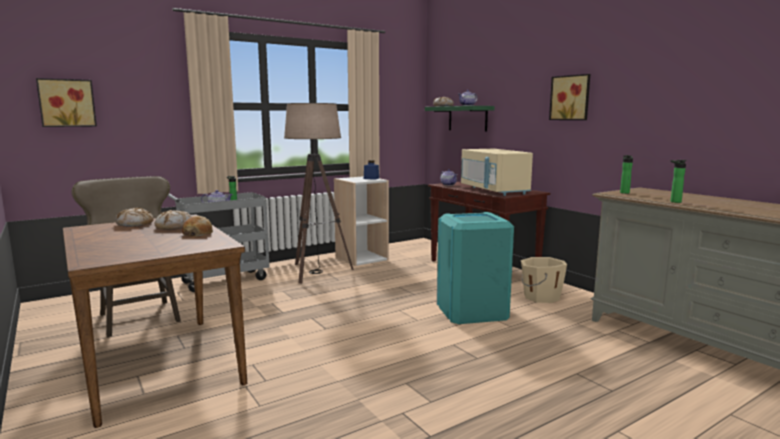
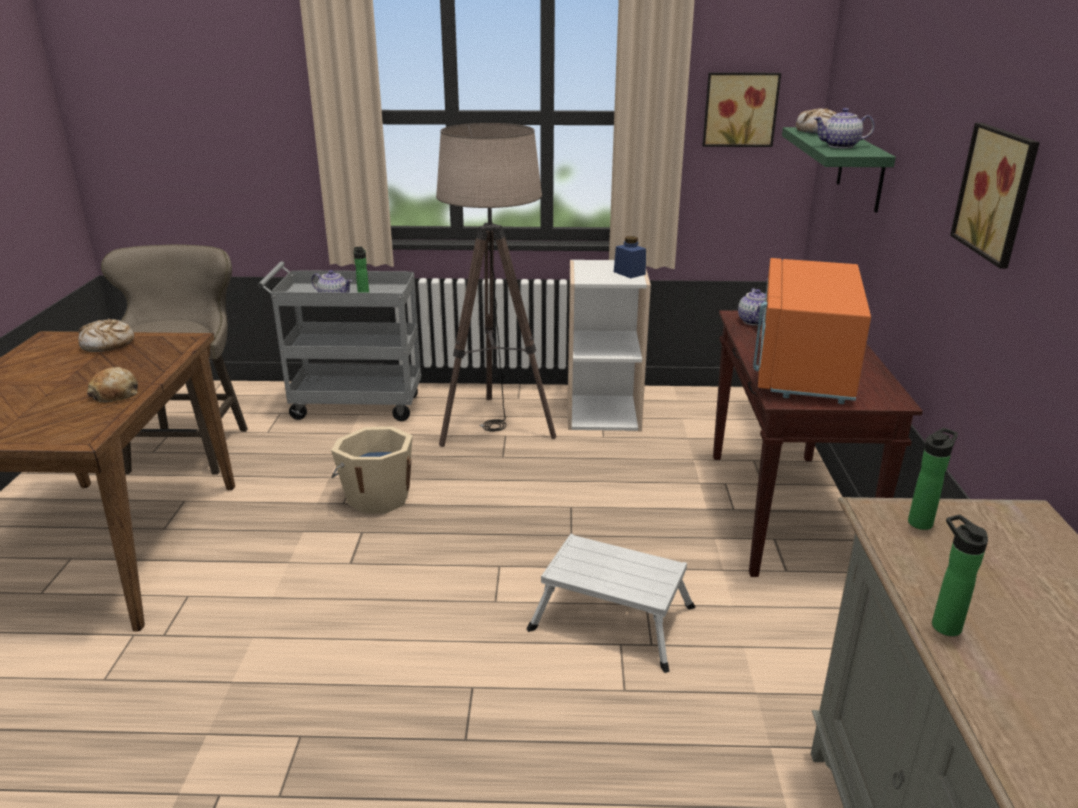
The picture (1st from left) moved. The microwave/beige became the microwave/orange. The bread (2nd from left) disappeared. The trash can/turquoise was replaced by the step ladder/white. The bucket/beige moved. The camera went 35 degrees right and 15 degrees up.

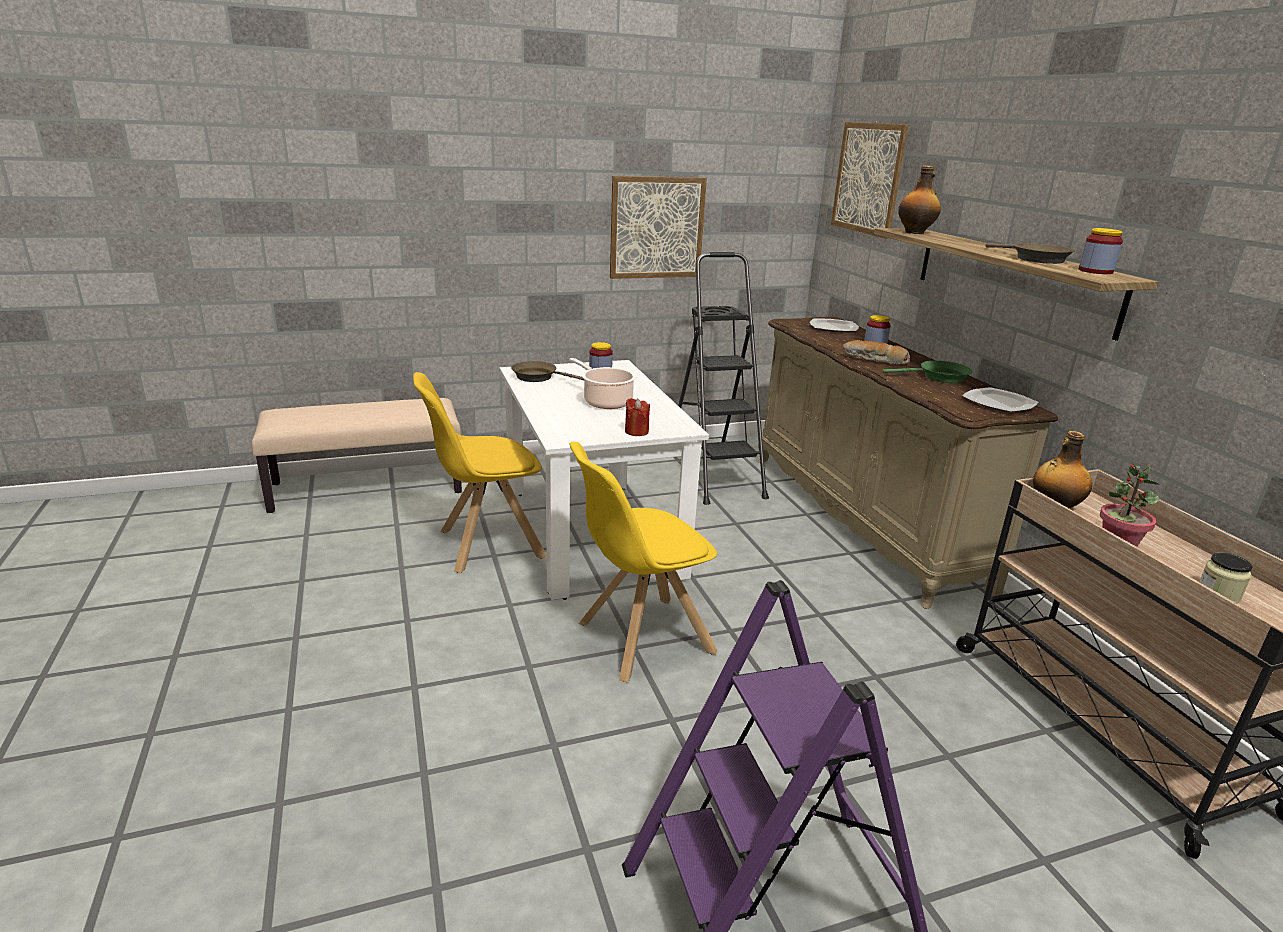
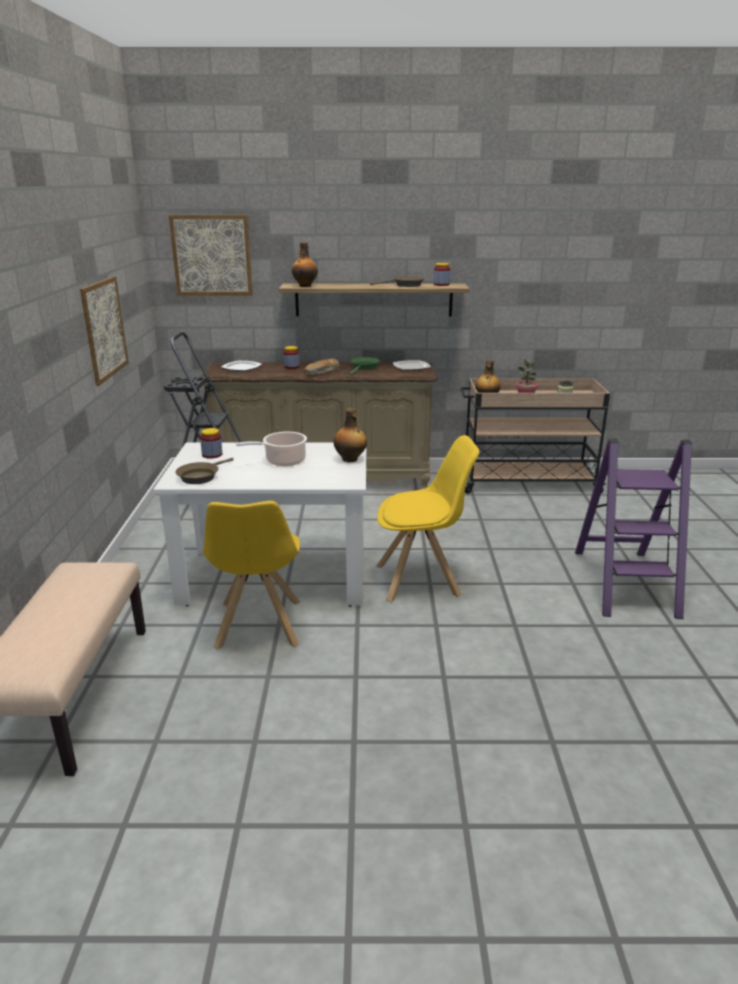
The candle/red was replaced by the bottle (2nd from left). The chair/yellow (2nd from left) turned 90 degrees counterclockwise. The camera went 70 degrees left and 0 degrees up.

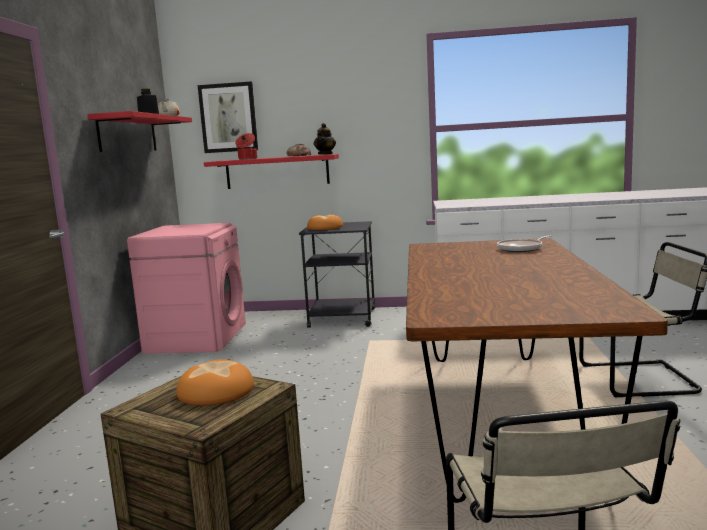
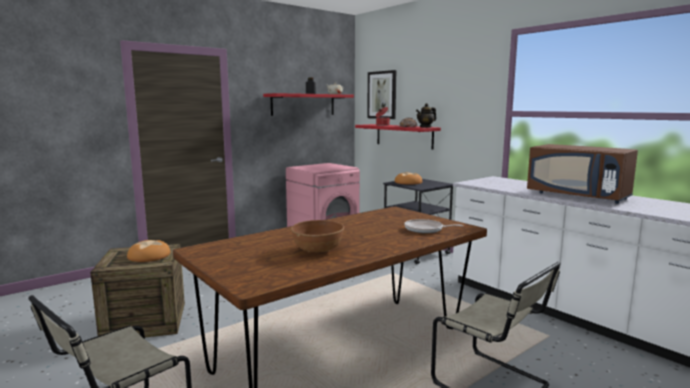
The microwave/brown appeared. The bowl/brown appeared. The camera went 45 degrees right and 0 degrees up.

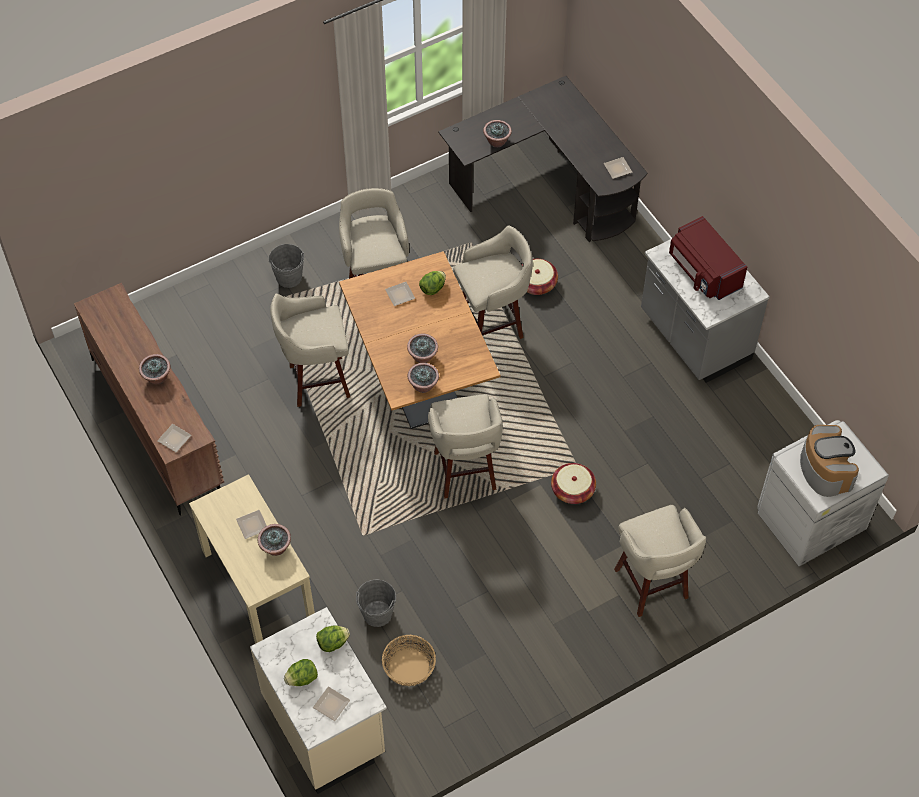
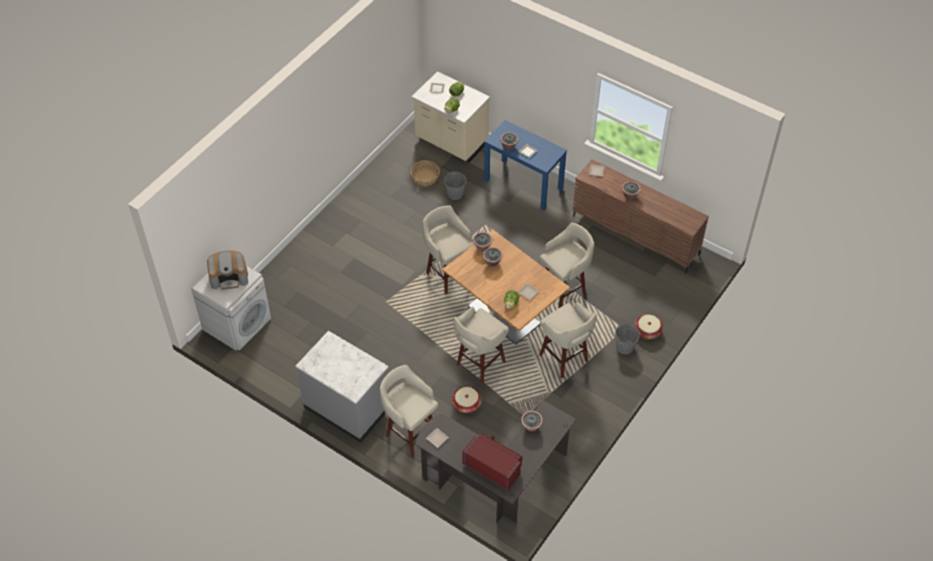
The microwave/red moved. The coffee machine turned 60 degrees counterclockwise. The basket (3rd from left) moved. The console table/beige became the console table/blue. The stool/beige (5th from left in the first image) moved. The camera went 155 degrees right and 5 degrees down.

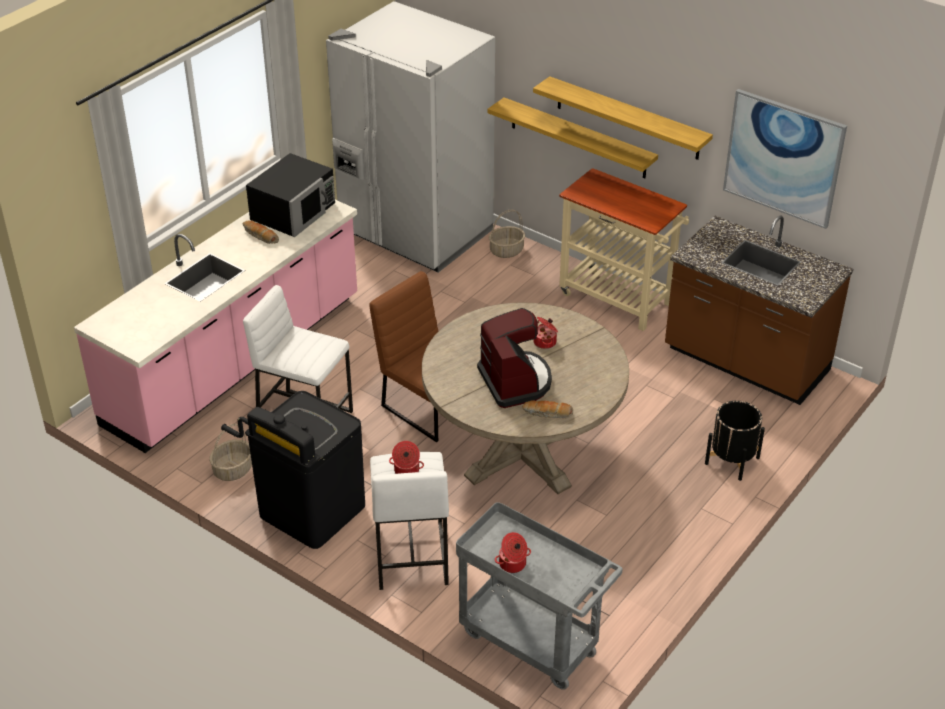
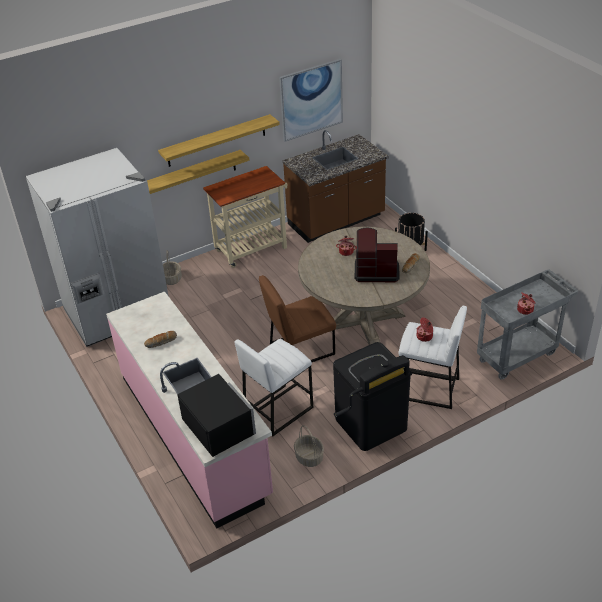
The microwave/black moved. The camera went 65 degrees left and 0 degrees up.

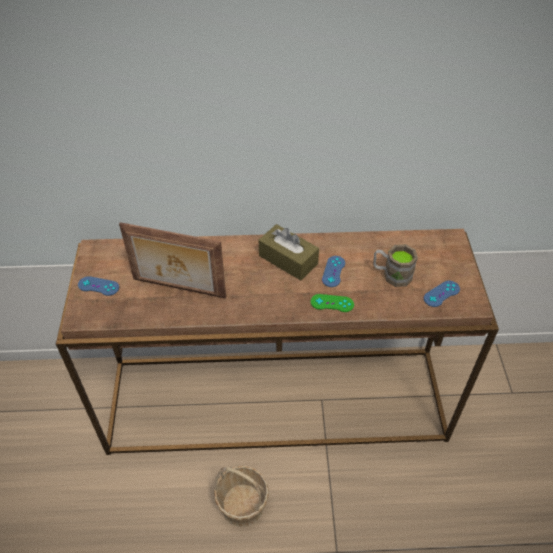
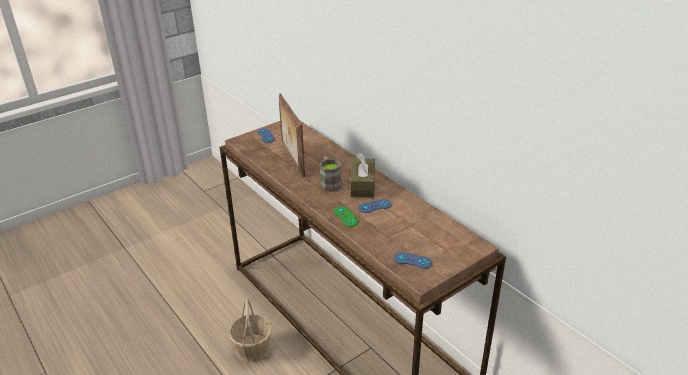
The mug/brown moved. The camera went 55 degrees right and 15 degrees down.

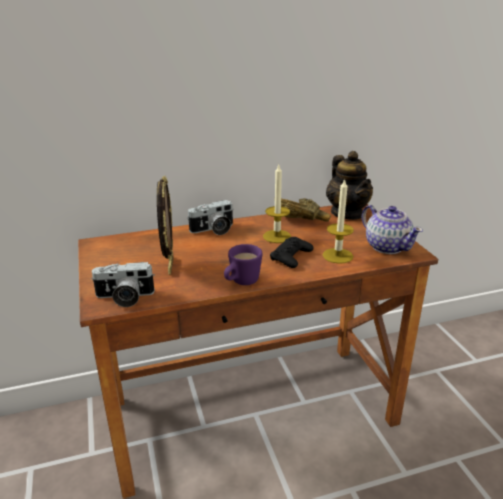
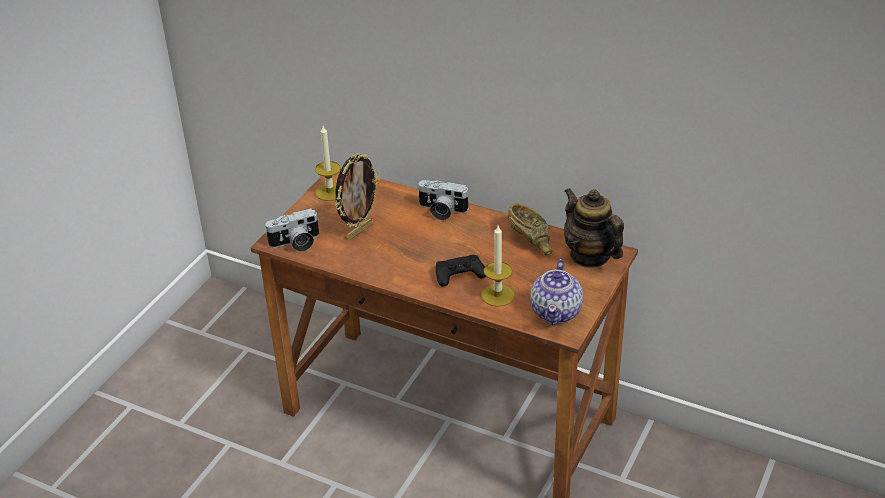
The teapot (1st from left in the first image) turned 120 degrees clockwise. The candle (1st from left) moved. The mug/purple disappeared. The photo camera (1st from left) turned 60 degrees counterclockwise. The camera went 45 degrees right and 10 degrees up.

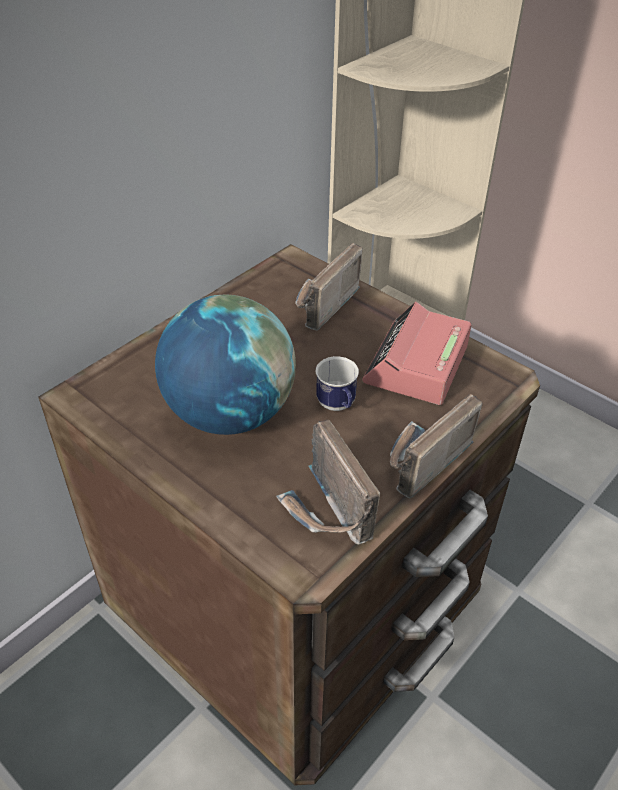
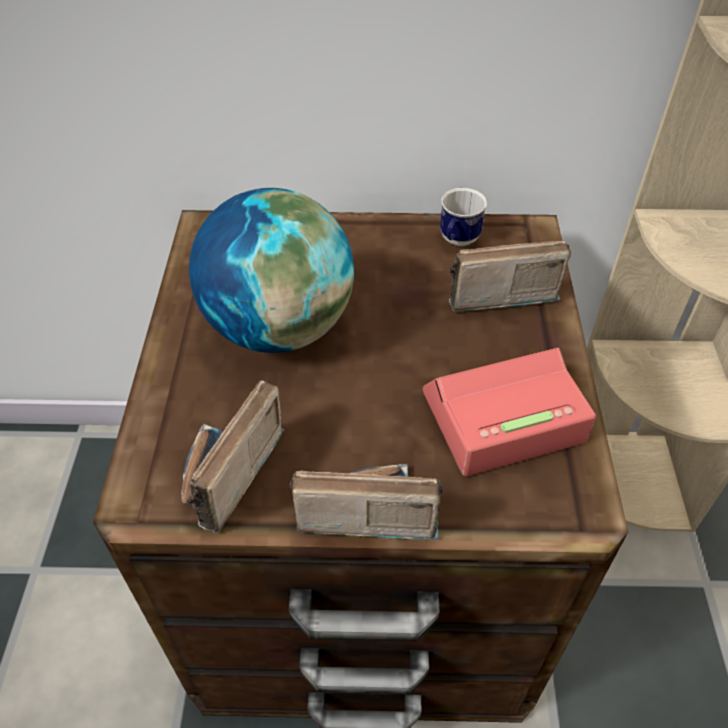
The mug moved. The camera went 50 degrees right and 5 degrees up.

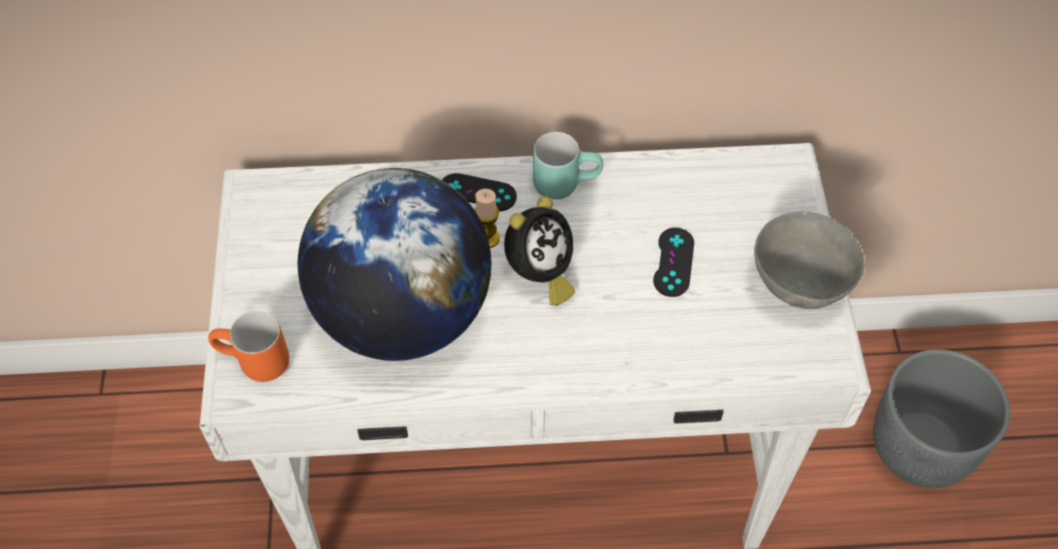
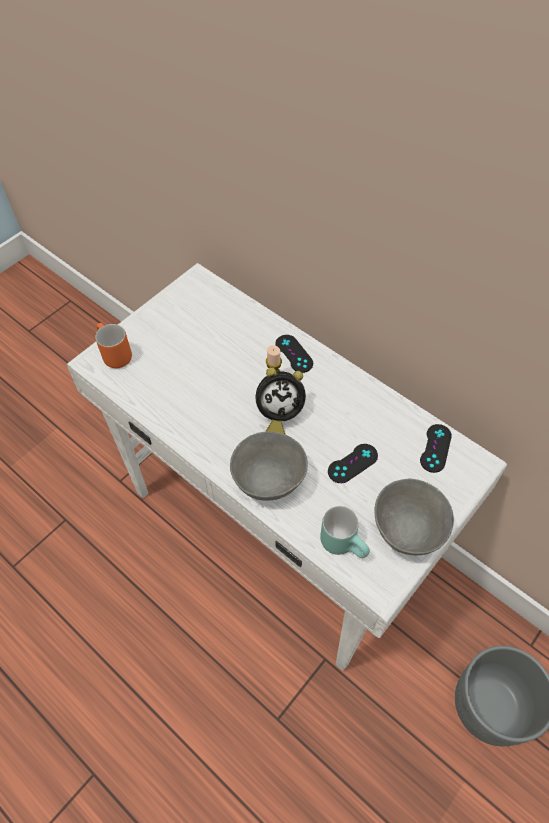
The mug/turquoise moved. The globe disappeared. The game controller/black (3rd from left) appeared. The bowl/grey (1st from left) appeared. The camera went 45 degrees right and 0 degrees up.

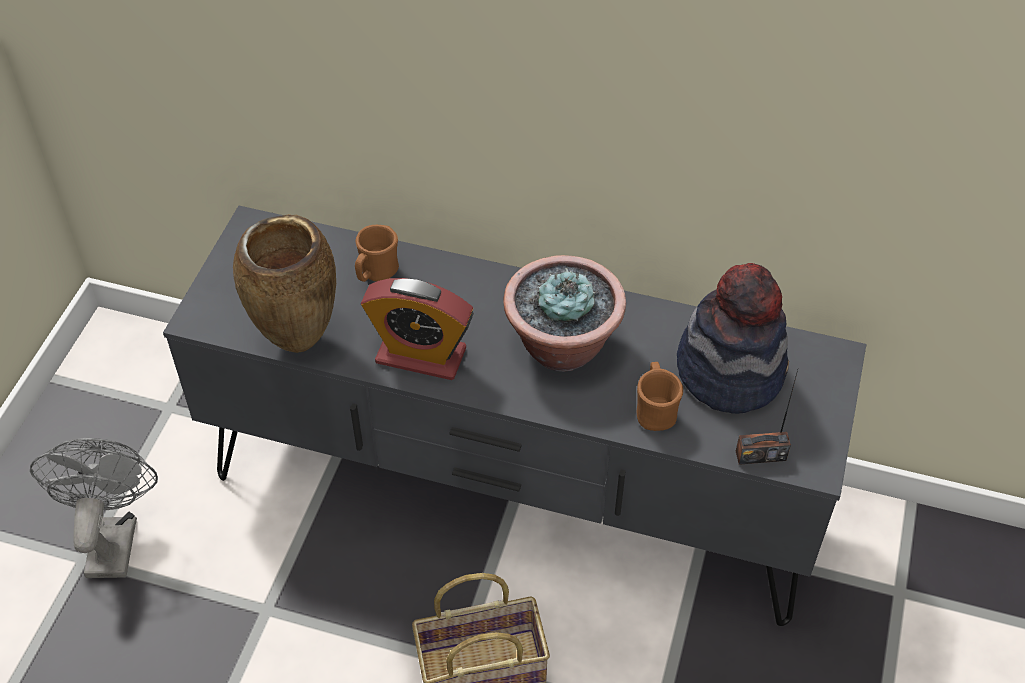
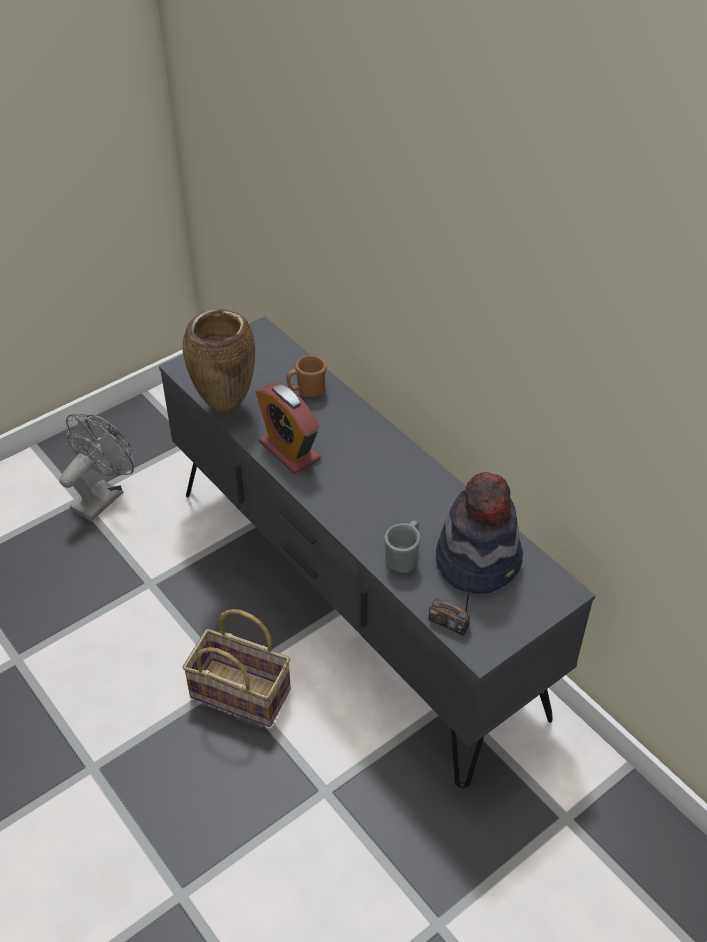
The potted plant disappeared. The mug/brown (2nd from left) became the mug/grey. The camera went 35 degrees right and 5 degrees down.

